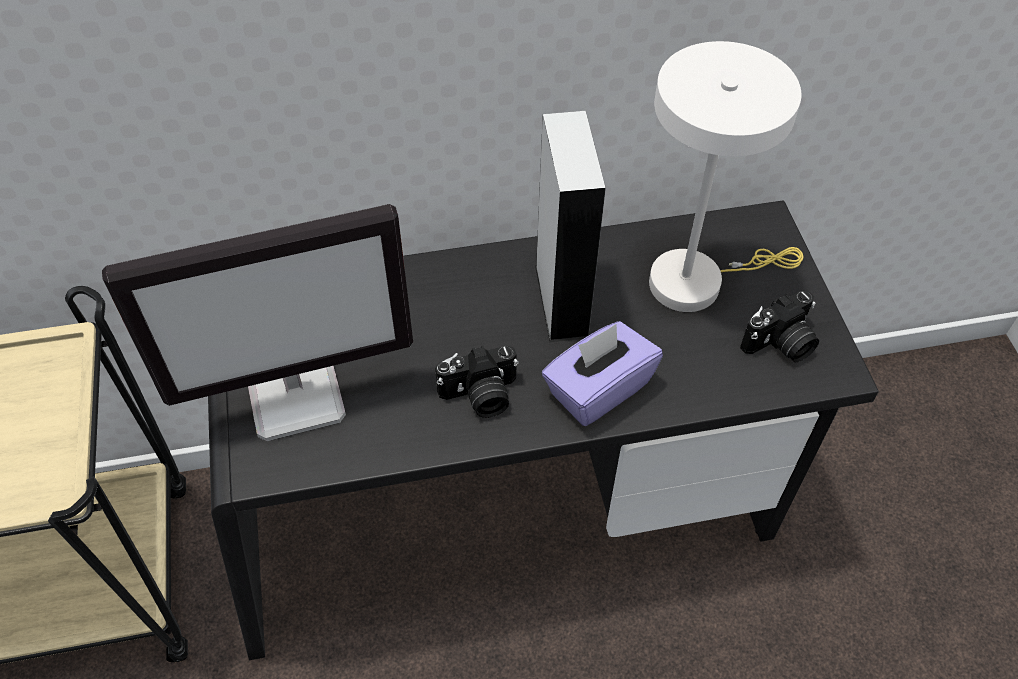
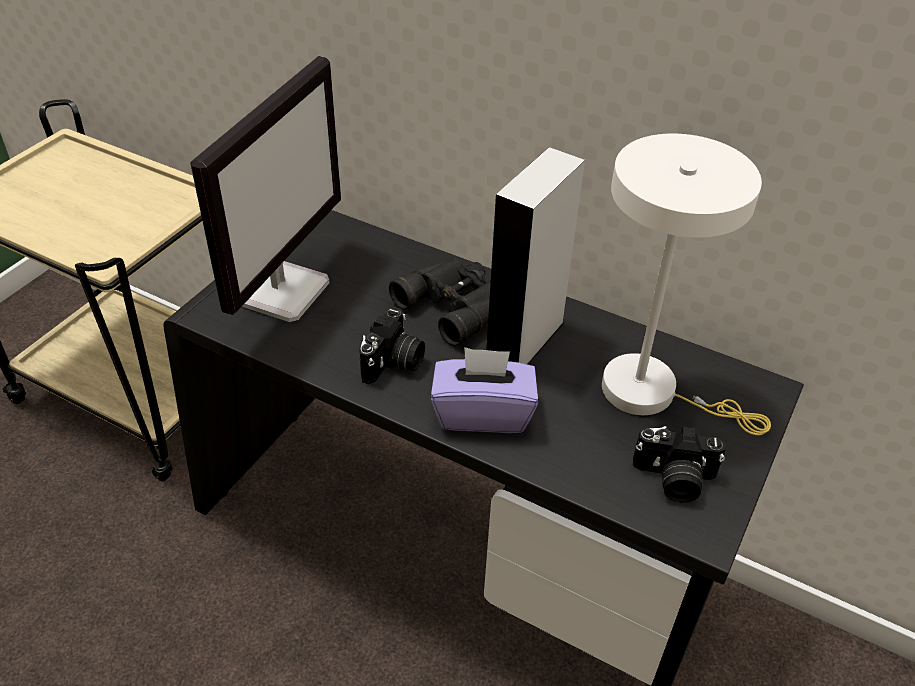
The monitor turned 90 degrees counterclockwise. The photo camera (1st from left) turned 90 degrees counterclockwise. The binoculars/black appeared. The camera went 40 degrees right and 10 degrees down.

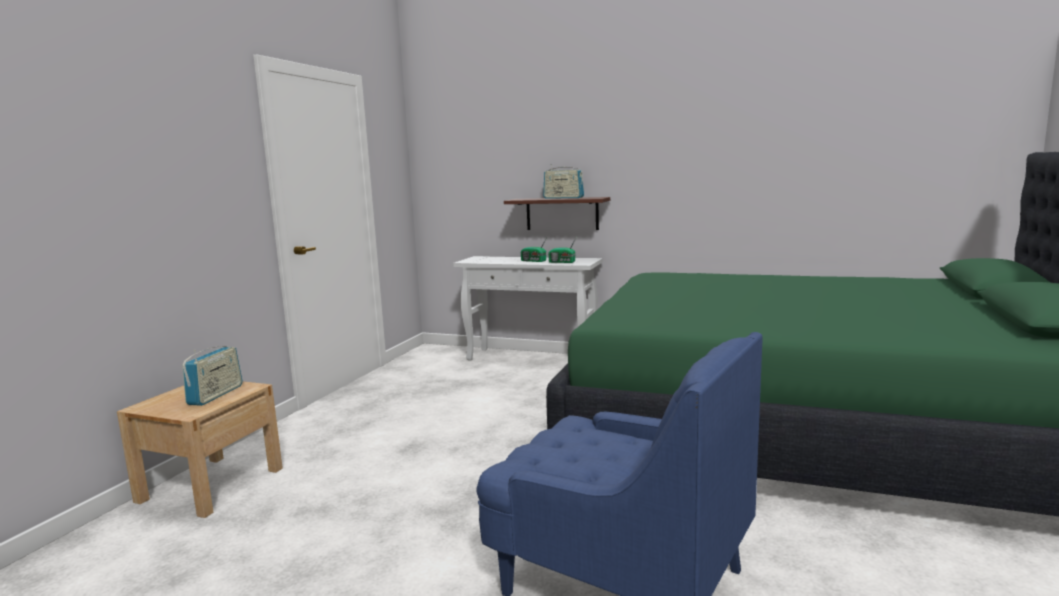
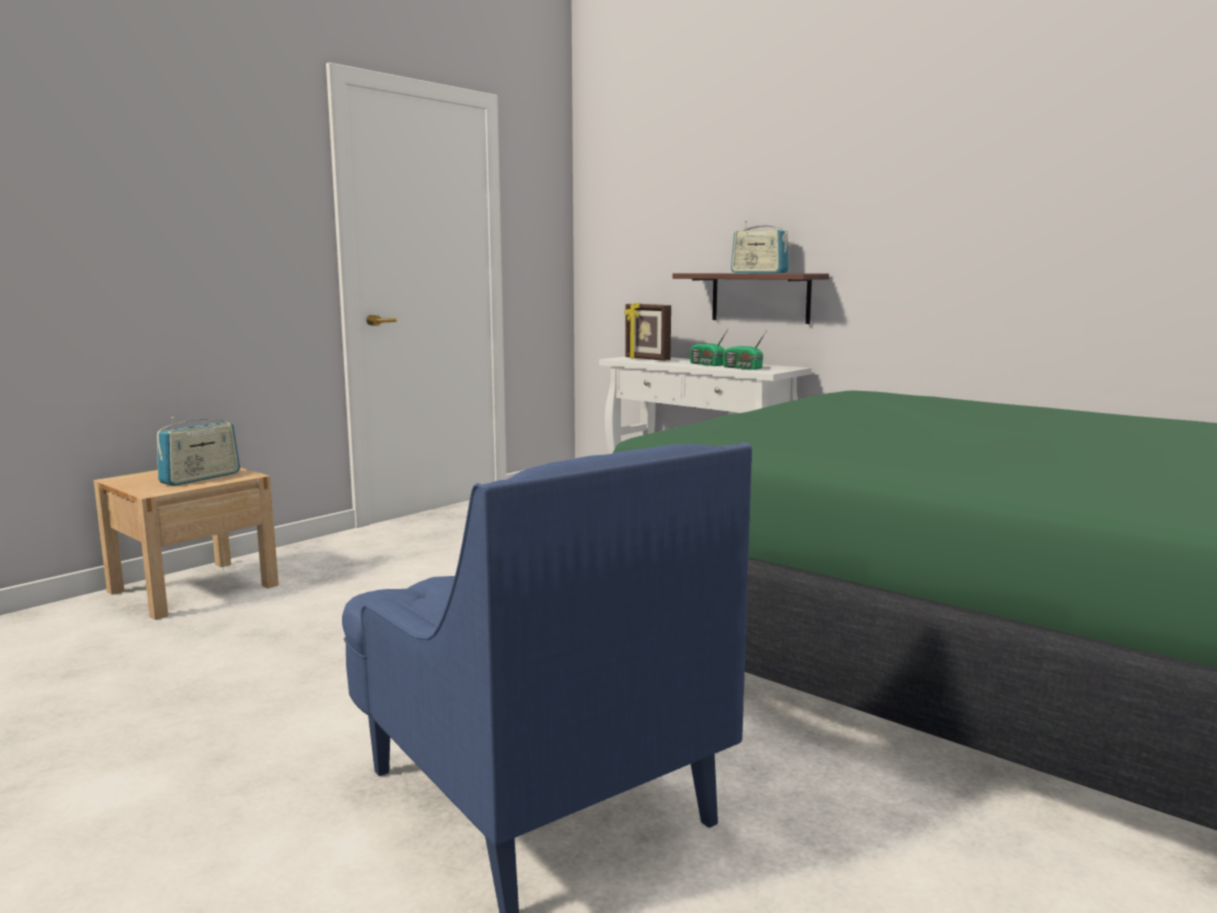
The picture frame appeared. The camera went 20 degrees right and 0 degrees up.

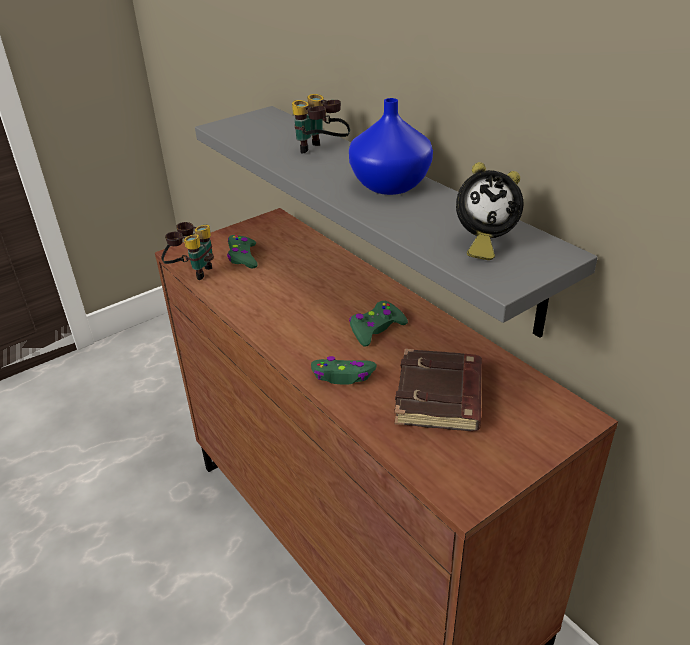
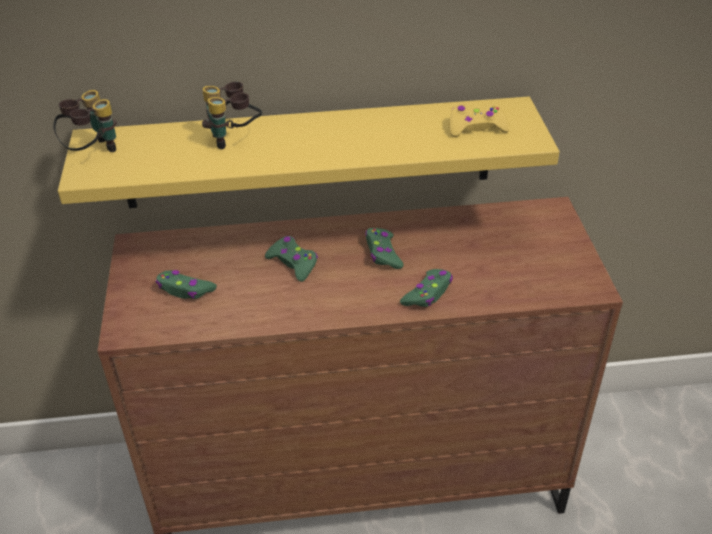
The vase/blue disappeared. The shelf/grey became the shelf/yellow. The alarm clock was replaced by the game controller/yellow. The binoculars (1st from left) moved. The book/brown disappeared. The game controller/green (2nd from left) appeared. The camera went 60 degrees left and 5 degrees up.

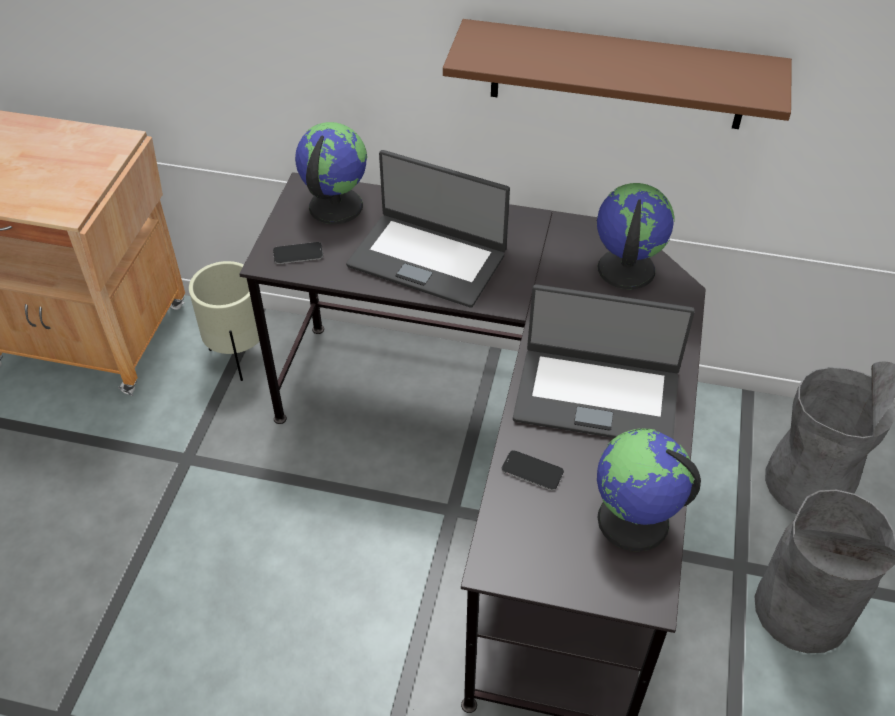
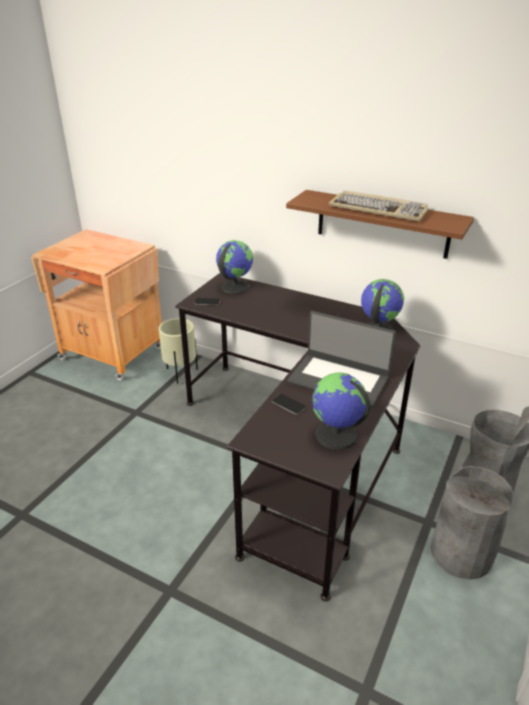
The laptop (1st from left) disappeared. The keyboard appeared. The camera went 15 degrees right and 15 degrees down.

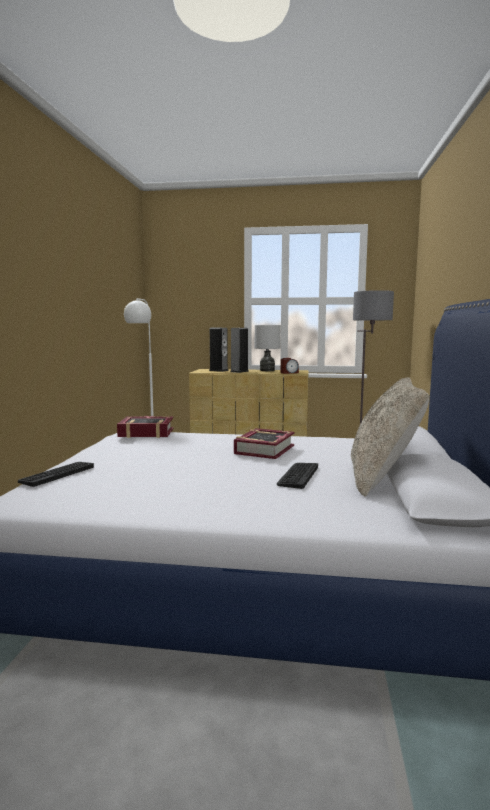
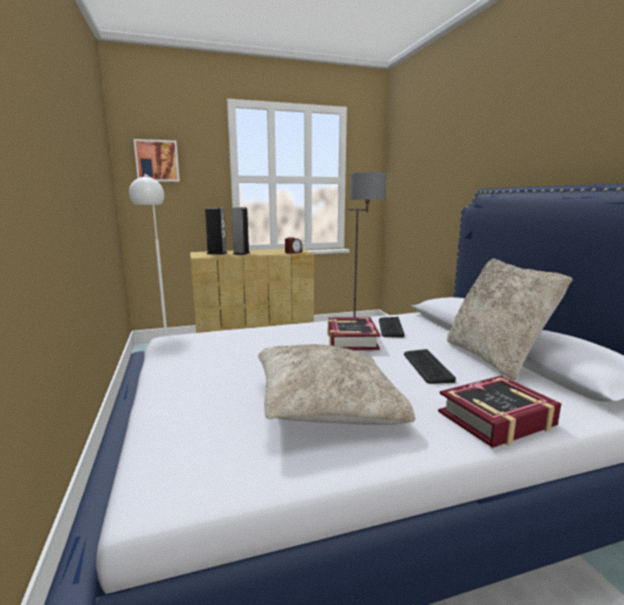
The table lamp/grey disappeared. The book (1st from left in the first image) moved. The keyboard (1st from left) moved. The picture appeared. The pillow/beige (1st from left) appeared. The camera went 25 degrees left and 5 degrees up.

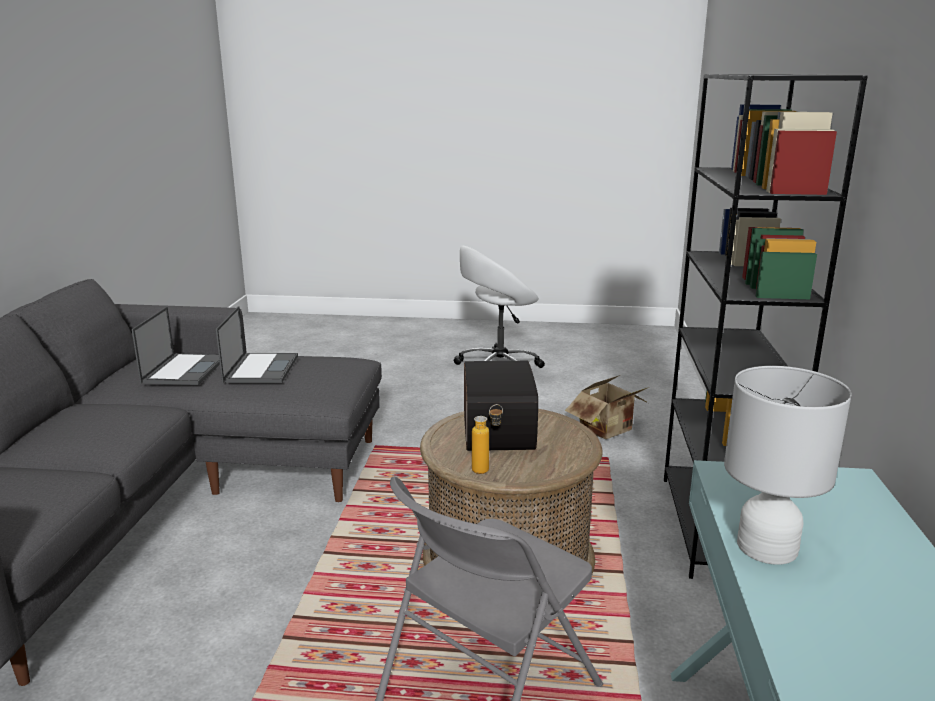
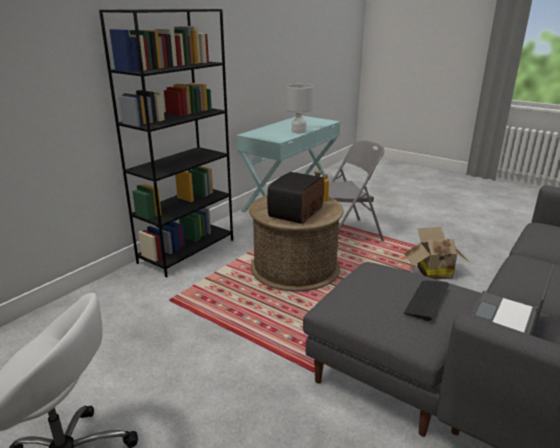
The laptop (2nd from left) was replaced by the keyboard. The cardboard box moved. The camera went 150 degrees left and 5 degrees up.

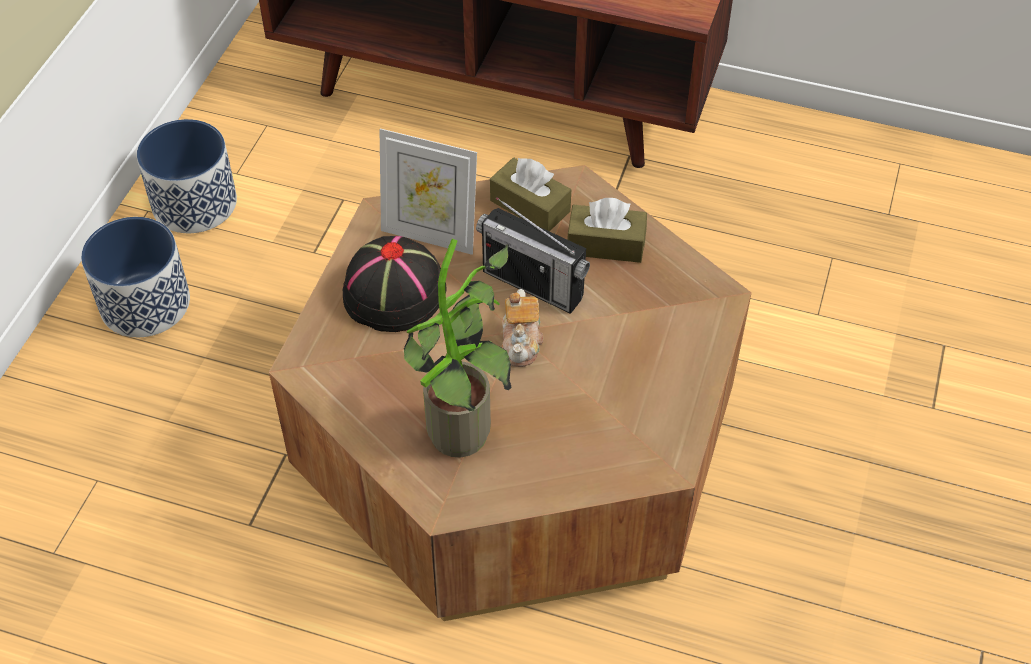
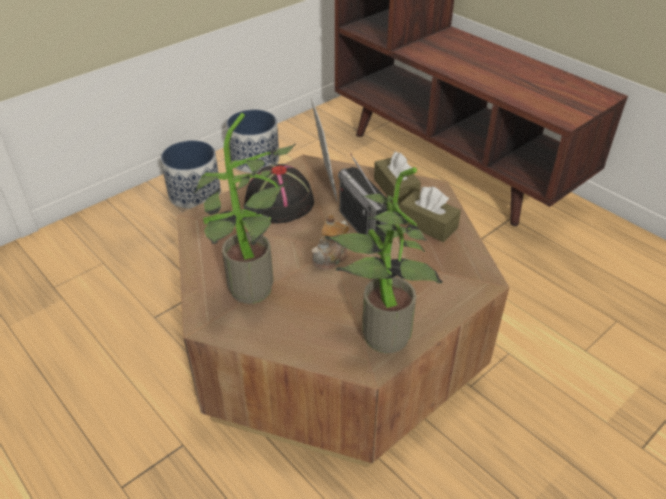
The picture frame turned 150 degrees counterclockwise. The potted plant (2nd from left) appeared. The camera went 30 degrees right and 10 degrees down.

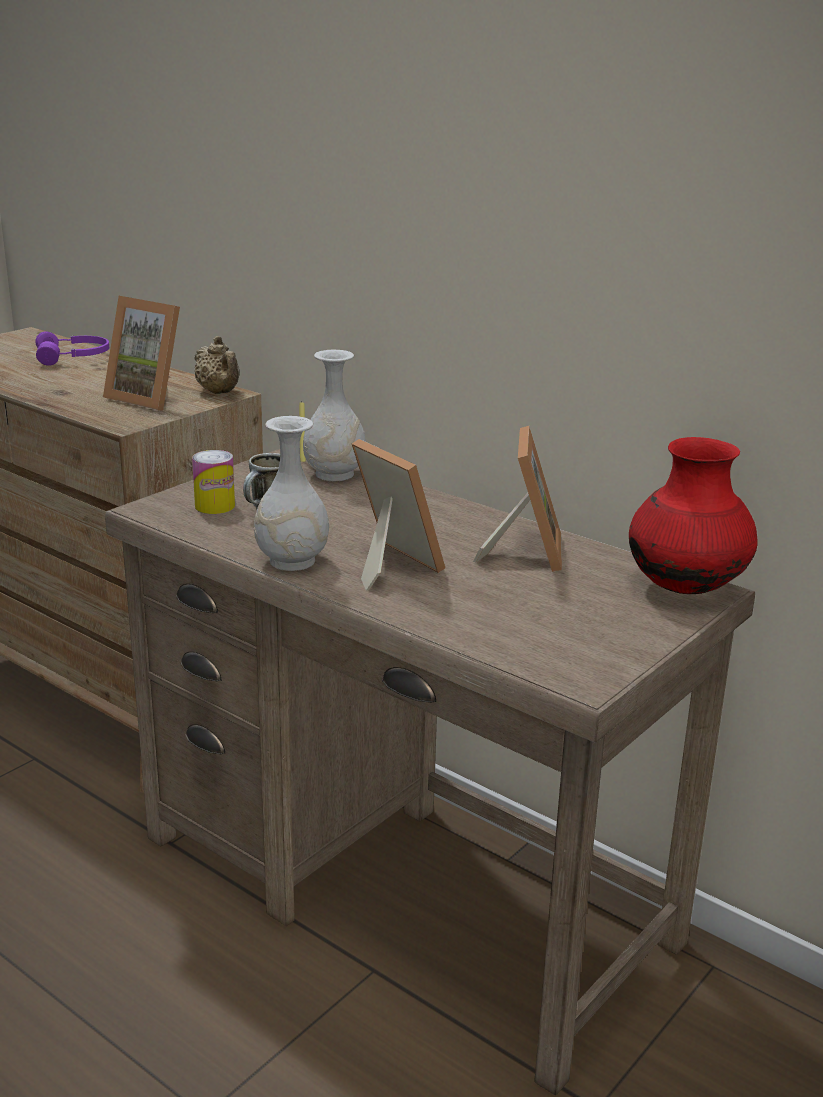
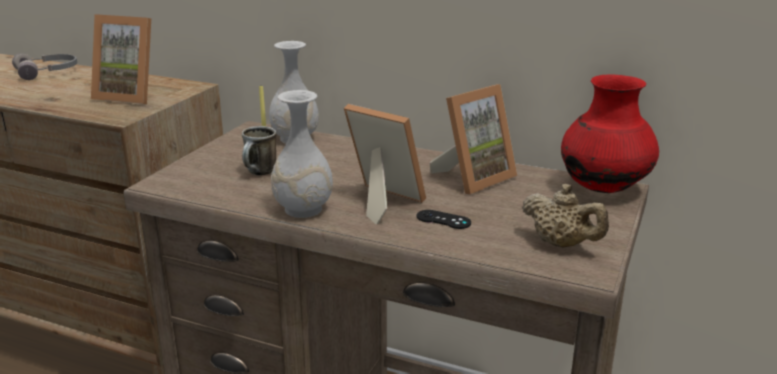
The headphones/purple became the headphones/grey. The teapot/beige moved. The picture frame (3rd from left) turned 60 degrees clockwise. The can disappeared. The game controller/black appeared. The camera went 15 degrees left and 0 degrees up.

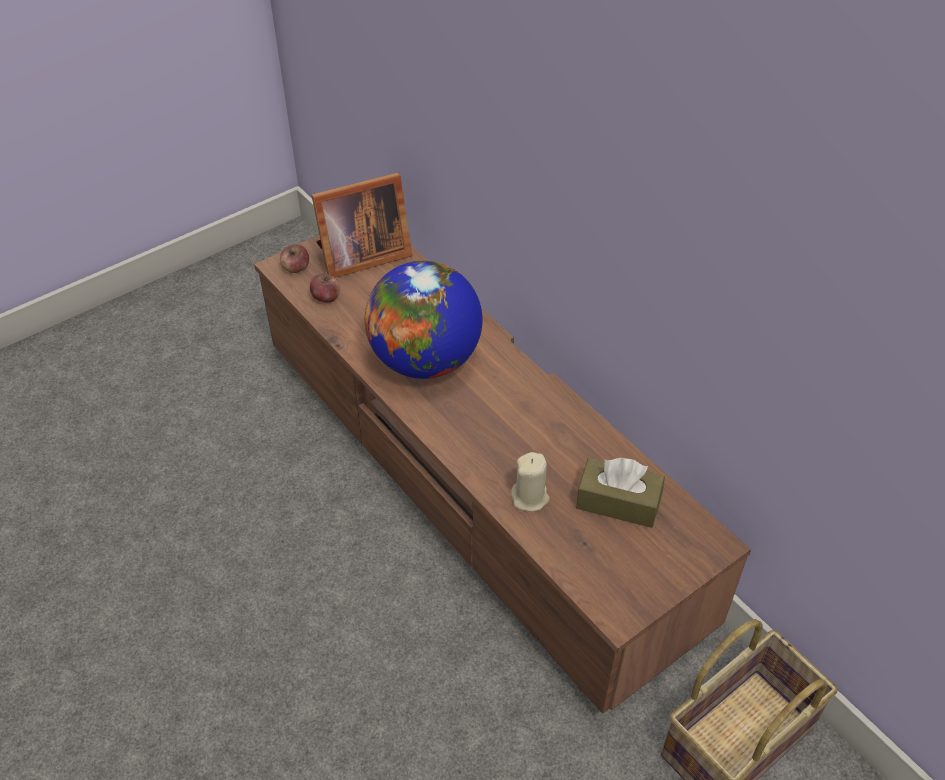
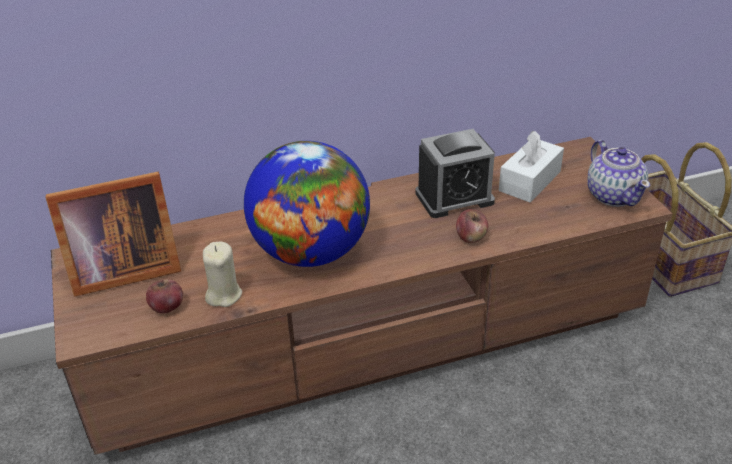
The picture frame turned 75 degrees clockwise. The apple (1st from left in the first image) moved. The candle/beige moved. The tissue box/brown became the tissue box/white. The alarm clock appeared. The teapot appeared. The camera went 70 degrees left and 10 degrees down.

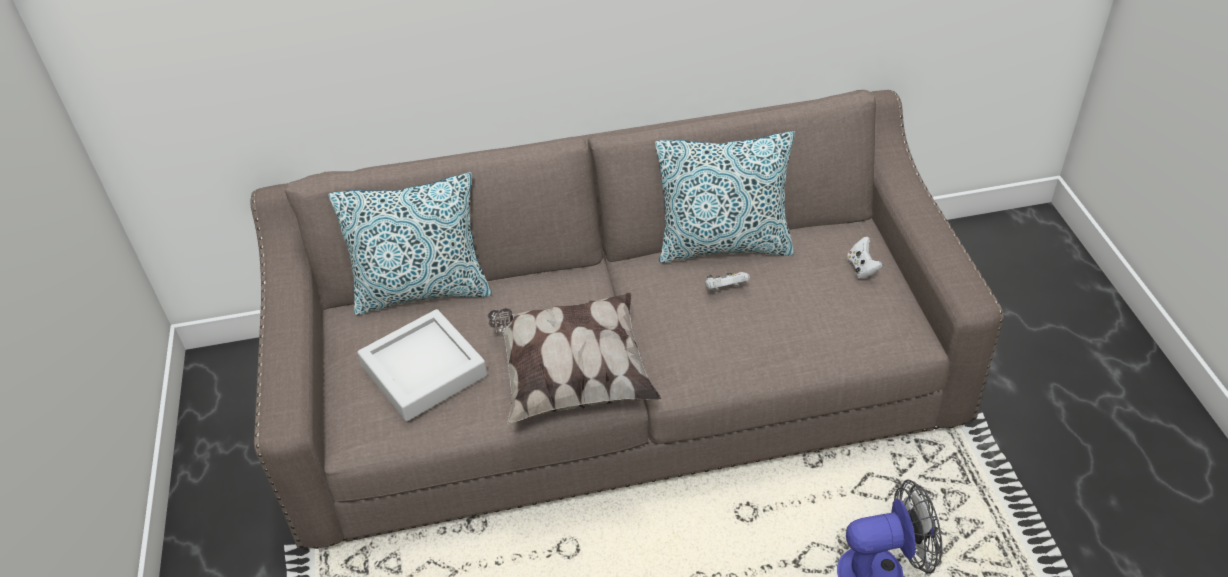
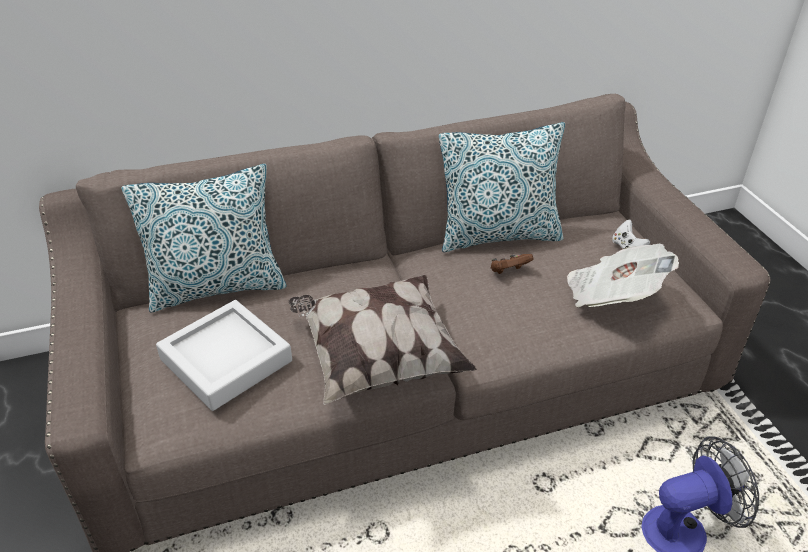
The game controller/white (1st from left) became the game controller/brown. The newspaper appeared. The camera went 10 degrees left and 5 degrees down.

